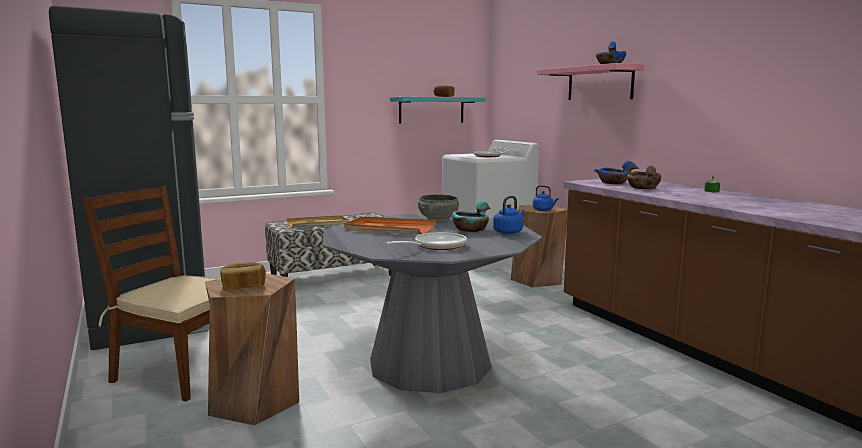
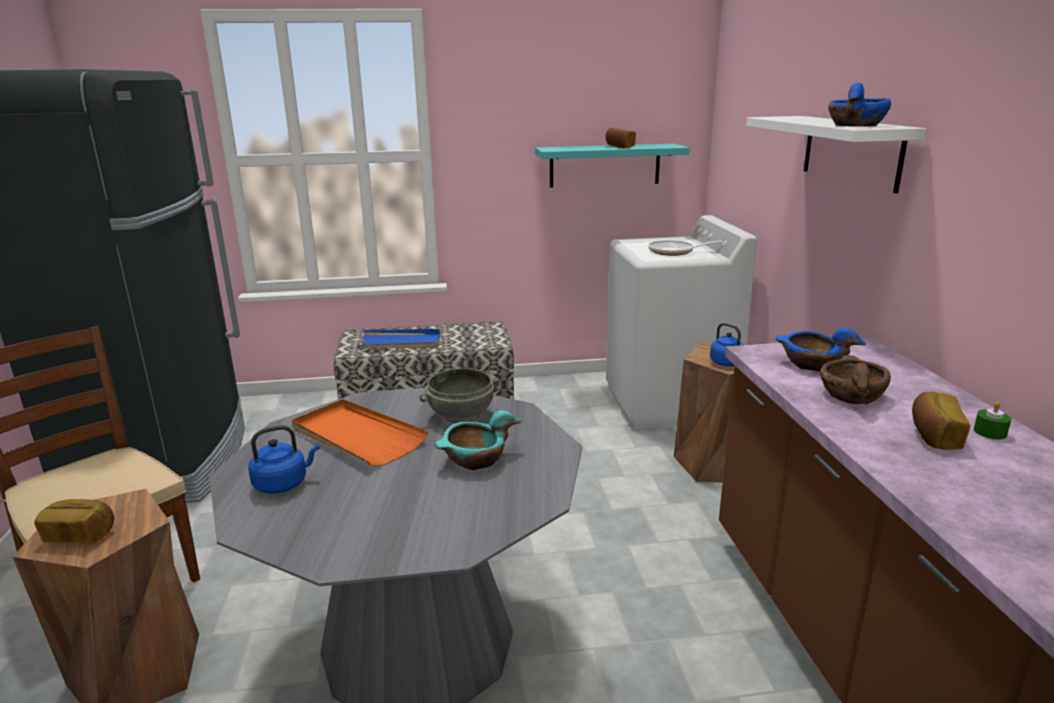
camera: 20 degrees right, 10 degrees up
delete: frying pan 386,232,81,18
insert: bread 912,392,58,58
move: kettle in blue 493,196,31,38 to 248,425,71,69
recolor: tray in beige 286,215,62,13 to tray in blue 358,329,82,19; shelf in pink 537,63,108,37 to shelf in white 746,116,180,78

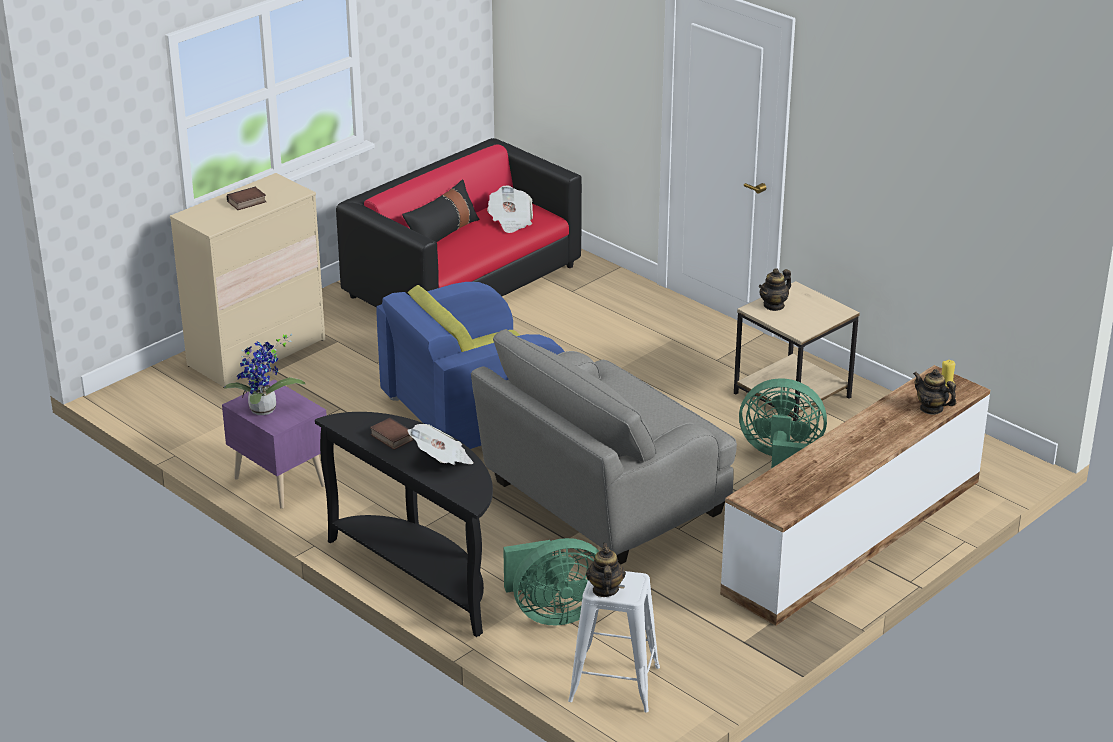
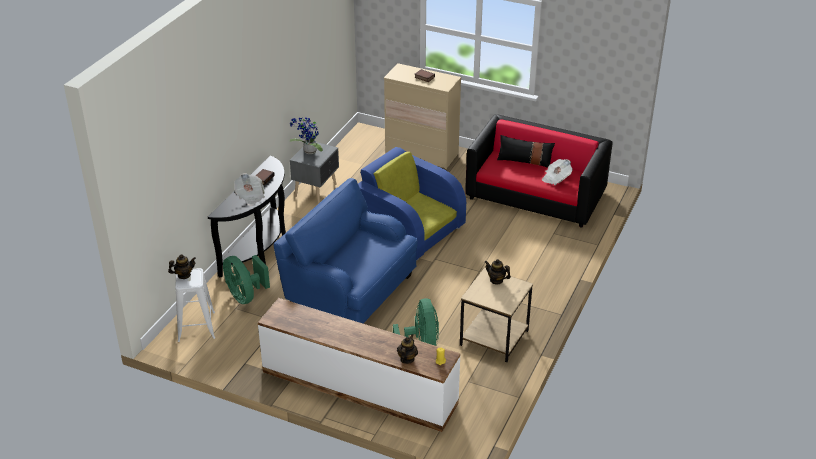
camera: 70 degrees right, 5 degrees up
recolor: nightstand in purple 222,379,105,130 to nightstand in grey 290,142,49,61; armchair in grey 471,329,266,235 to armchair in blue 273,178,145,145

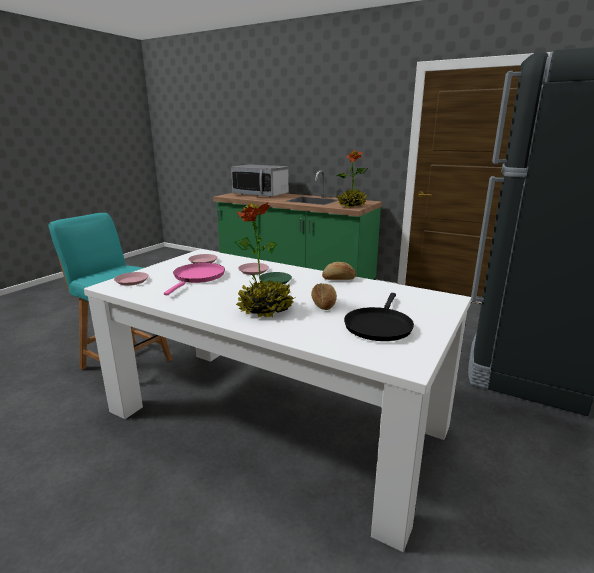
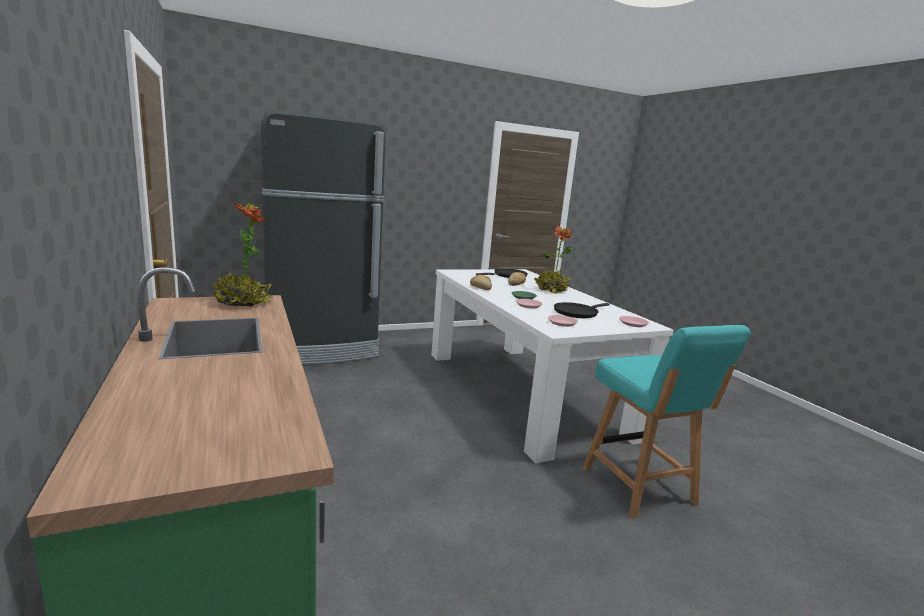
camera: 145 degrees left, 5 degrees down
delete: microwave 231,164,58,33
recolor: frying pan in pink 164,263,61,32 to frying pan in black 554,302,56,16

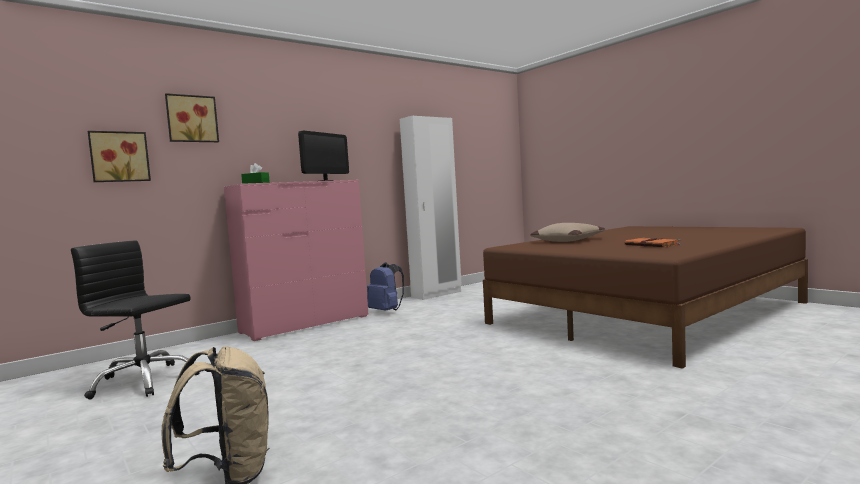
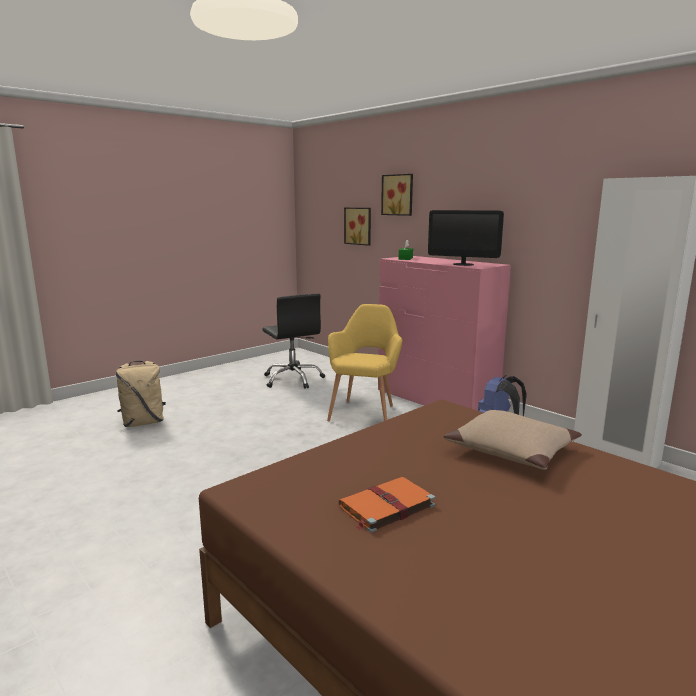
camera: 85 degrees right, 10 degrees up
insert: armchair in yellow 327,304,75,118
rotate: office chair in black 71,241,129,158 = 263,294,62,95 135 degrees clockwise

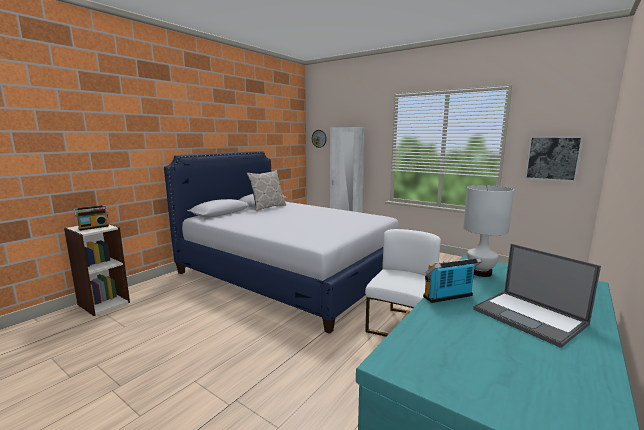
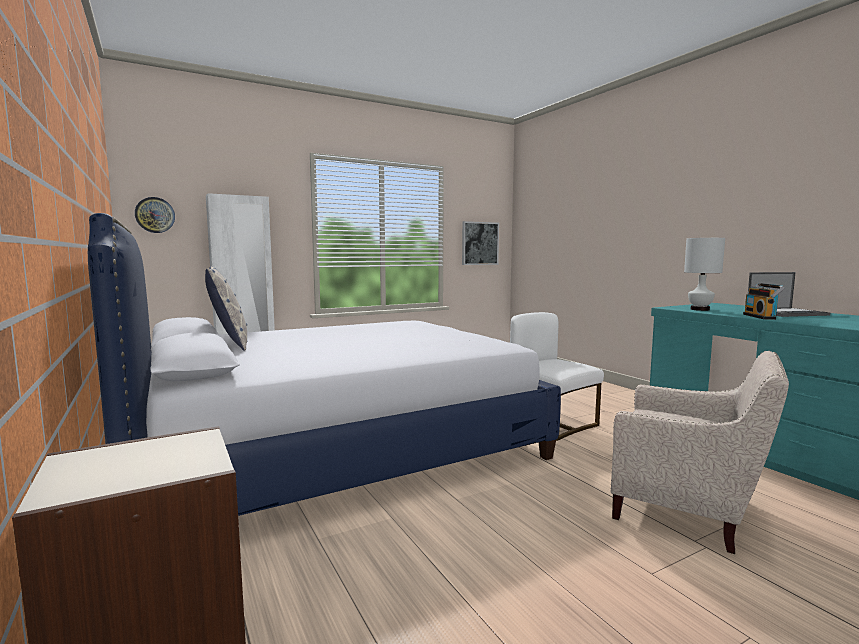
camera: 65 degrees left, 5 degrees down
delete: radio 74,205,35,26
insert: armchair in beige 610,351,179,203

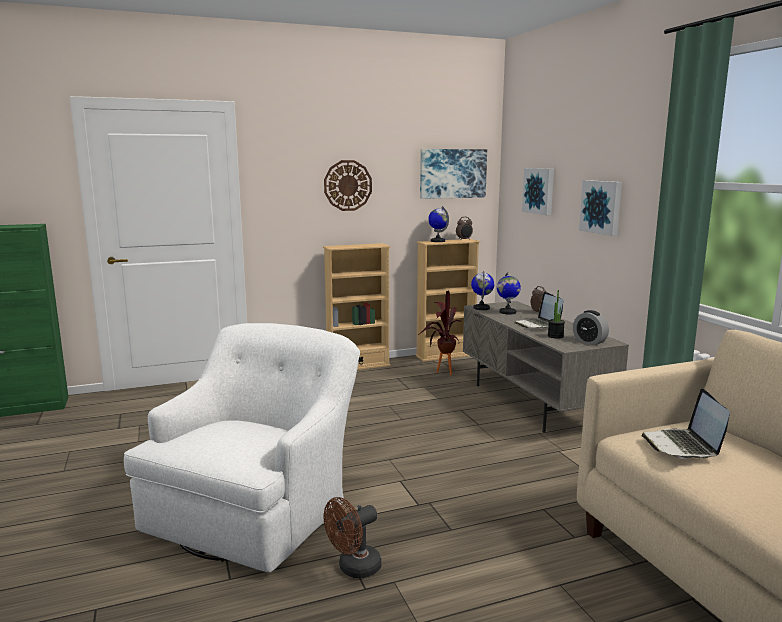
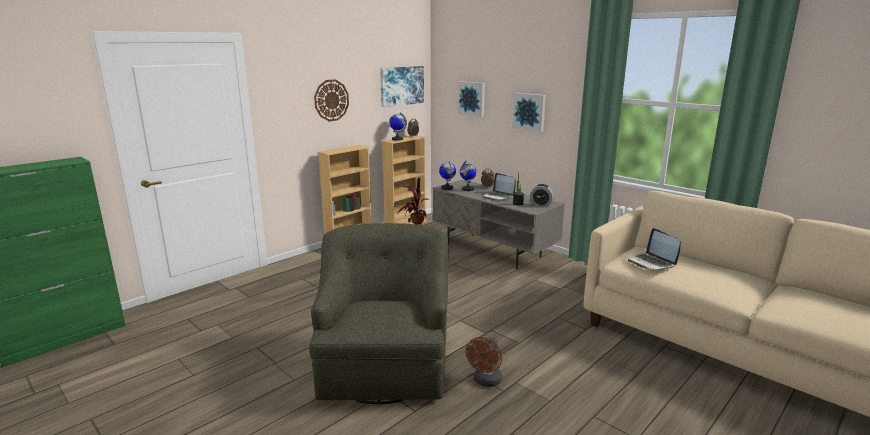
camera: 25 degrees left, 5 degrees up
recolor: armchair in white 124,323,236,249 to armchair in green 309,223,140,181

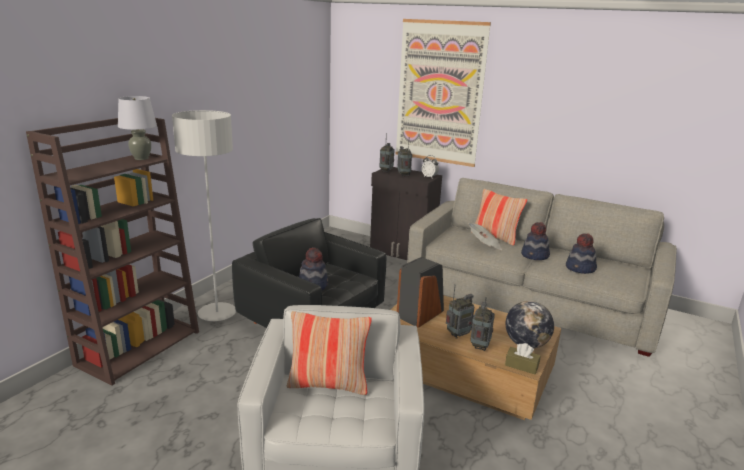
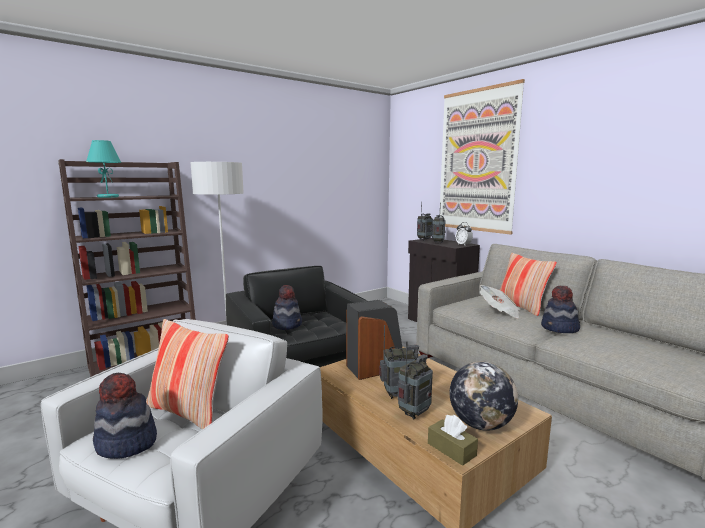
camera: 25 degrees right, 10 degrees down
delete: table lamp in grey 118,96,39,64
insert: table lamp in turquoise 86,140,35,58
move: hat 566,233,31,41 to 93,373,64,86

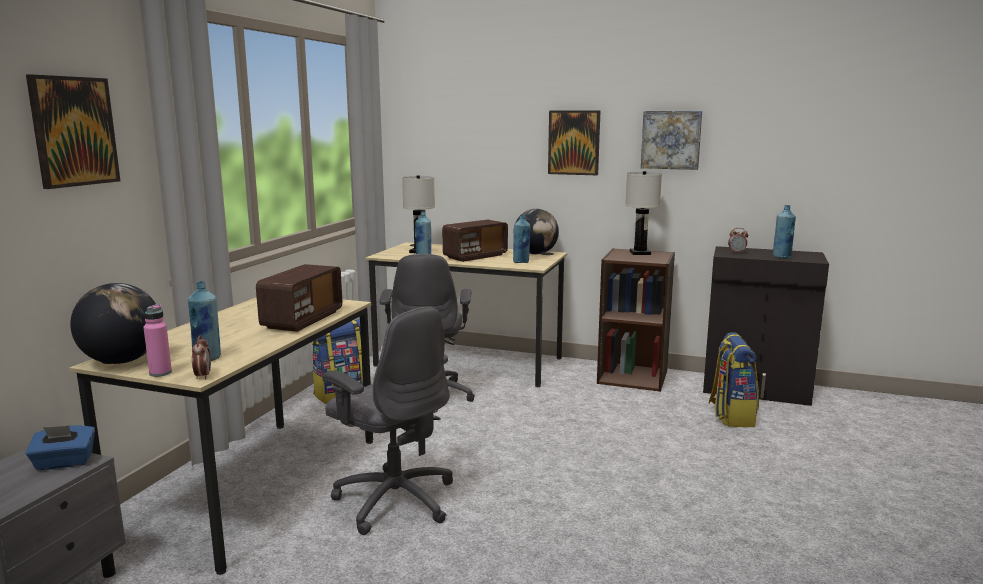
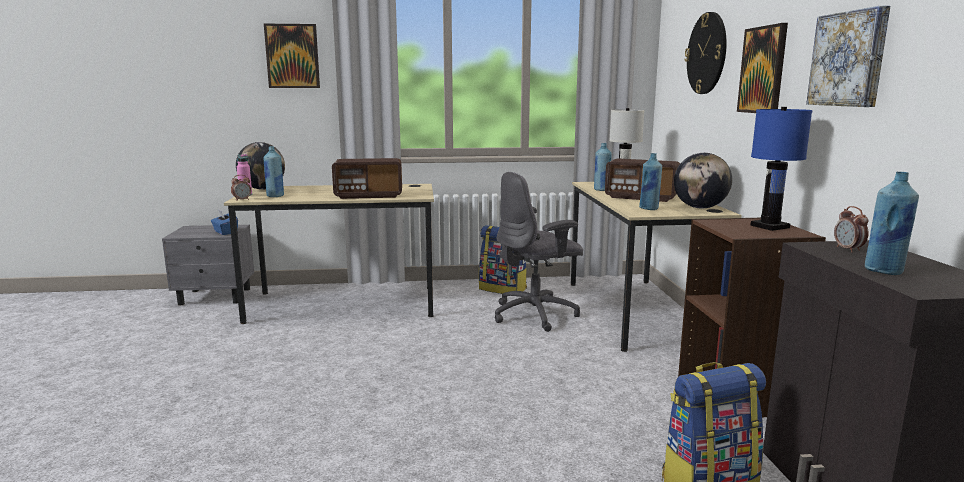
camera: 65 degrees right, 0 degrees up
delete: office chair in grey 322,306,131,229
insert: wall clock 685,12,42,82
recolor: table lamp in white 625,171,37,84 to table lamp in blue 750,107,62,124

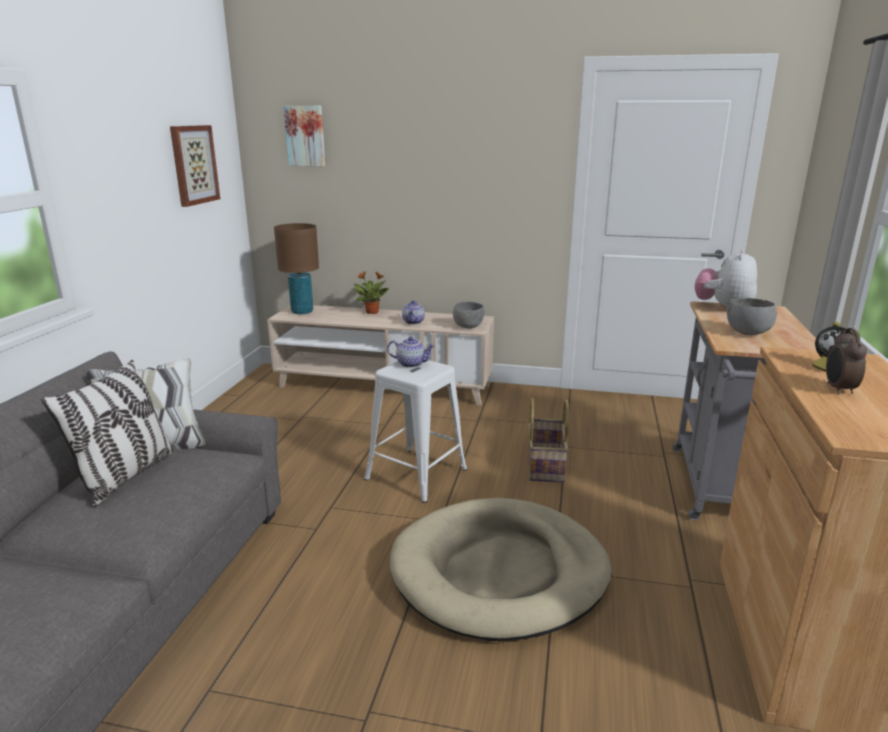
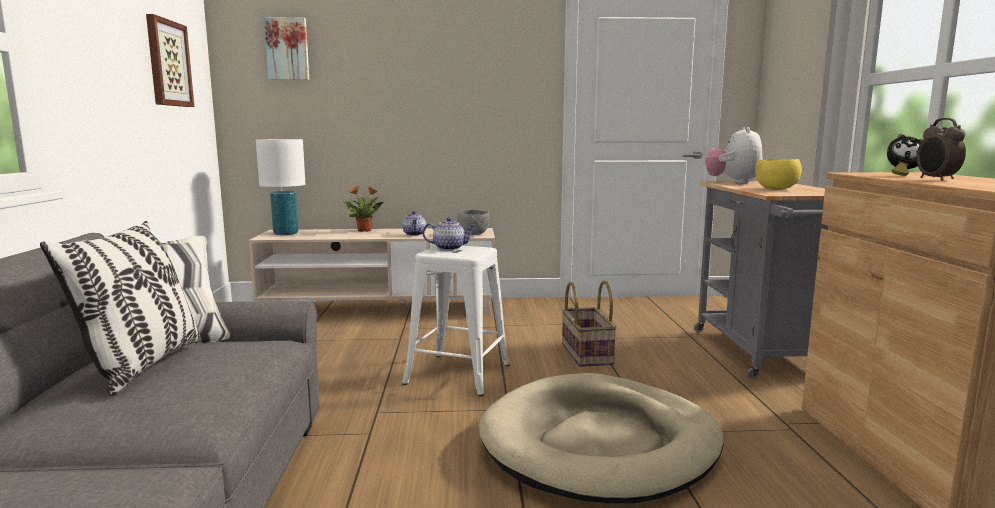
camera: 15 degrees left, 10 degrees down
recolor: table lamp in brown 274,223,45,91 to table lamp in white 256,139,49,96; bowl in grey 727,298,50,37 to bowl in yellow 755,159,47,31

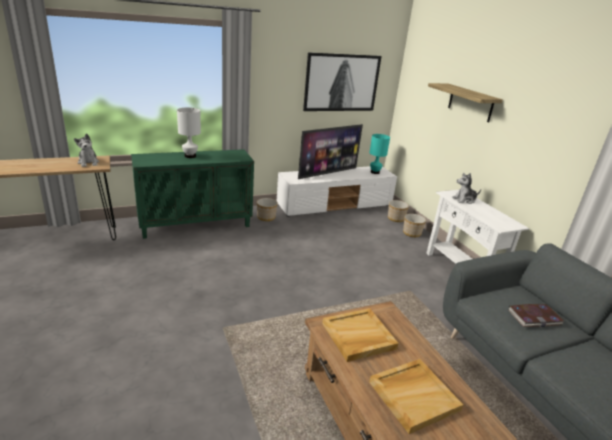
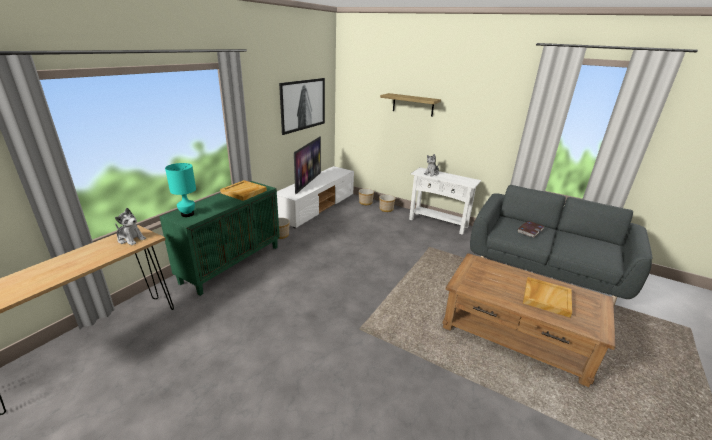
camera: 35 degrees left, 0 degrees up
delete: table lamp in white 177,108,24,50
move: tray in beige 322,308,77,54 to 220,180,47,21; table lamp in turquoise 369,134,21,40 to 165,163,31,54

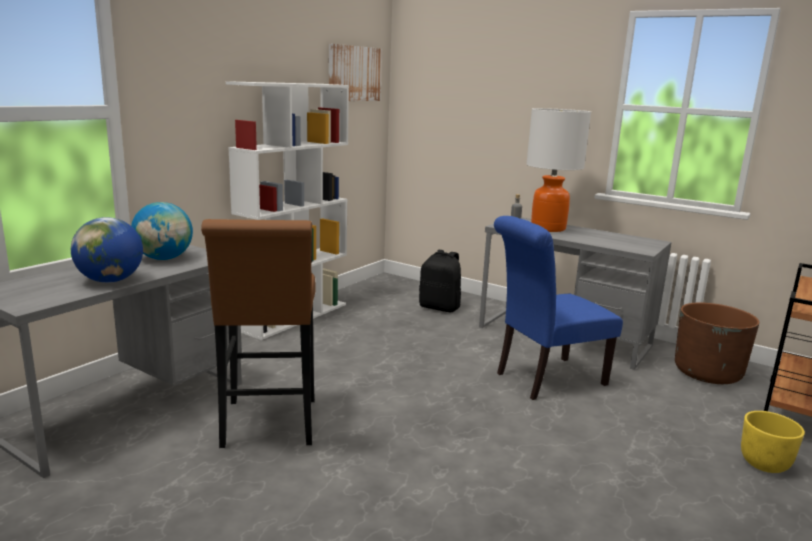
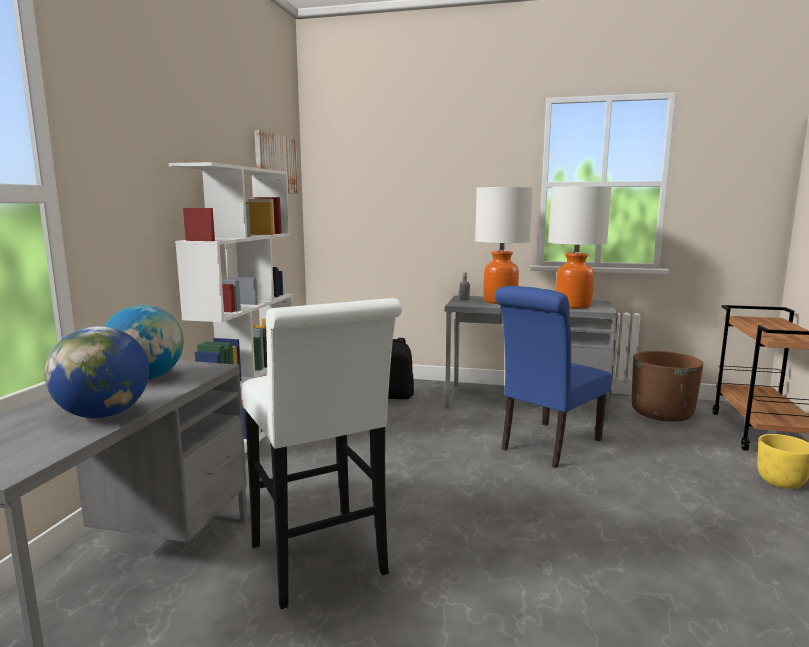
camera: 20 degrees left, 5 degrees down
insert: table lamp 548,186,64,122
recolor: stool in brown 201,219,115,229 to stool in white 242,298,160,311

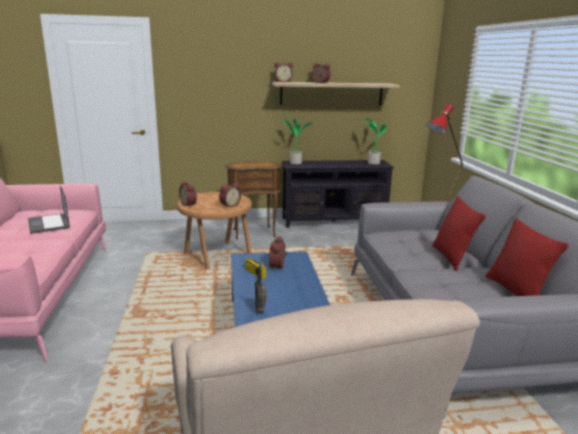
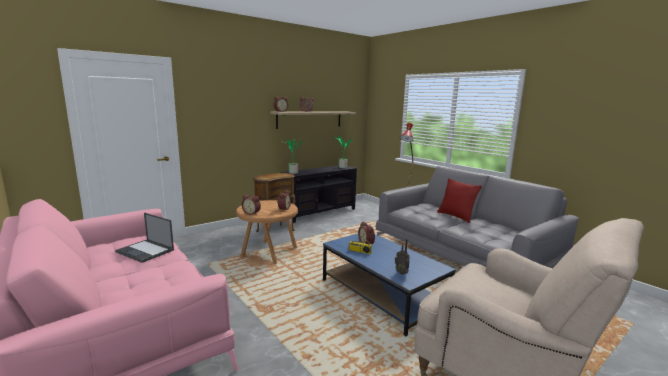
camera: 30 degrees left, 5 degrees down
delete: pillow in red 485,218,84,78

